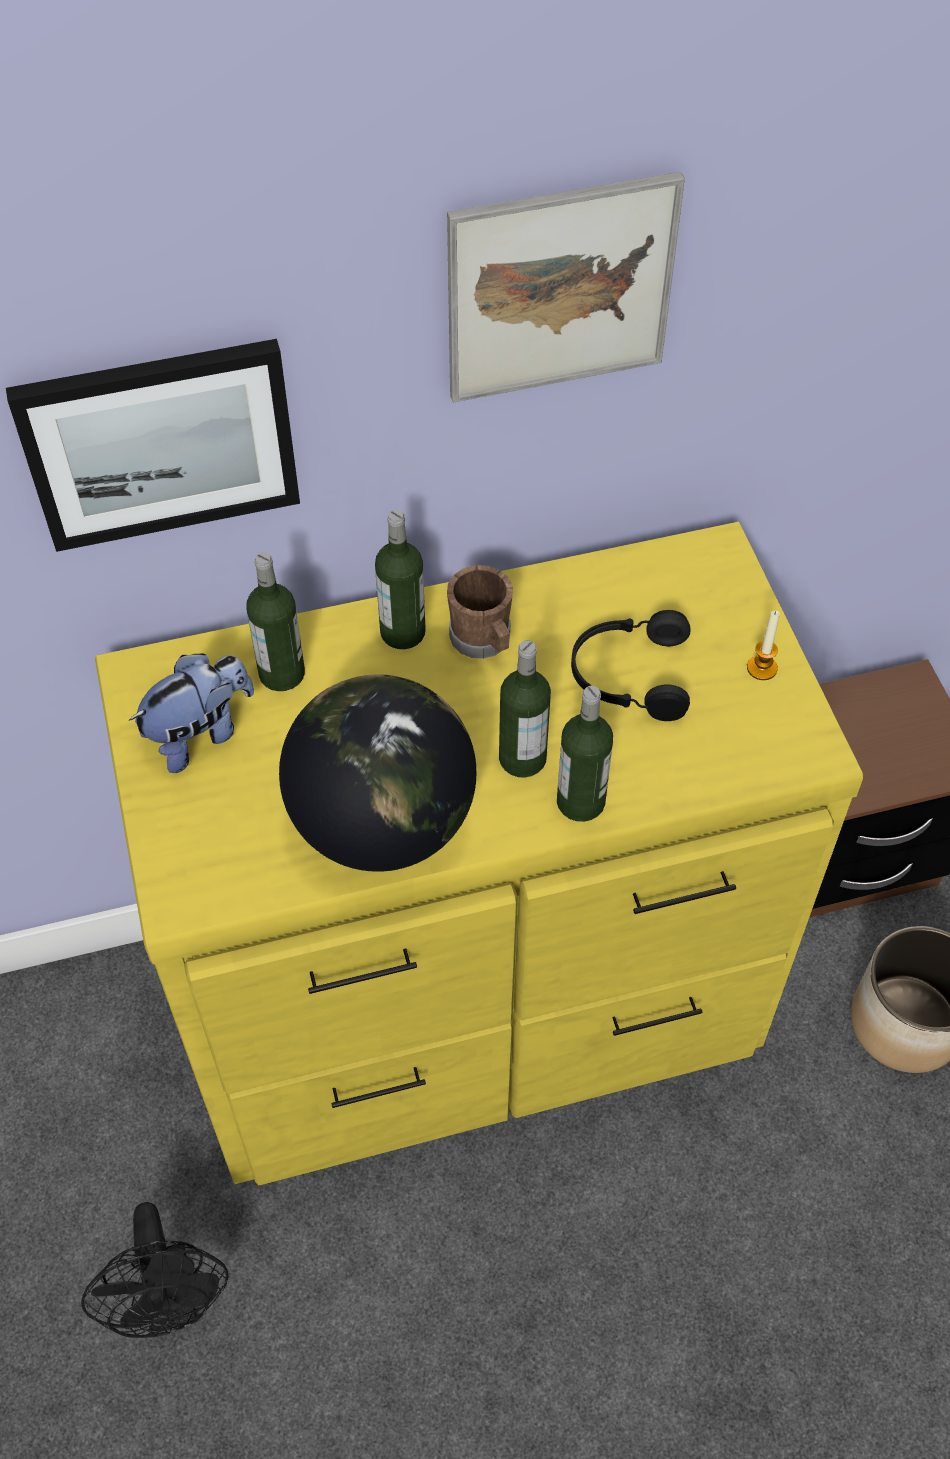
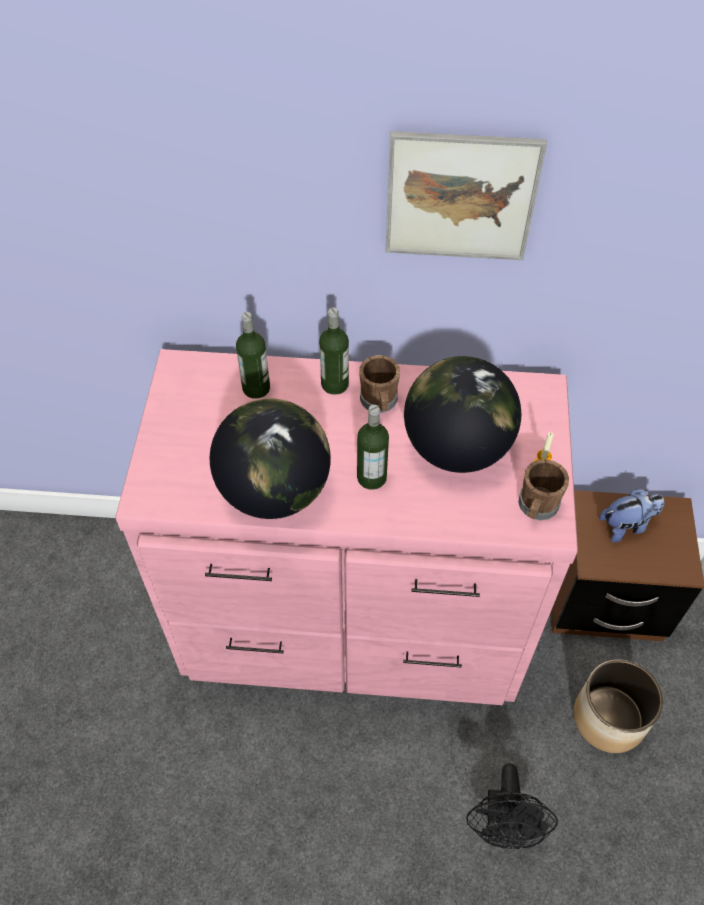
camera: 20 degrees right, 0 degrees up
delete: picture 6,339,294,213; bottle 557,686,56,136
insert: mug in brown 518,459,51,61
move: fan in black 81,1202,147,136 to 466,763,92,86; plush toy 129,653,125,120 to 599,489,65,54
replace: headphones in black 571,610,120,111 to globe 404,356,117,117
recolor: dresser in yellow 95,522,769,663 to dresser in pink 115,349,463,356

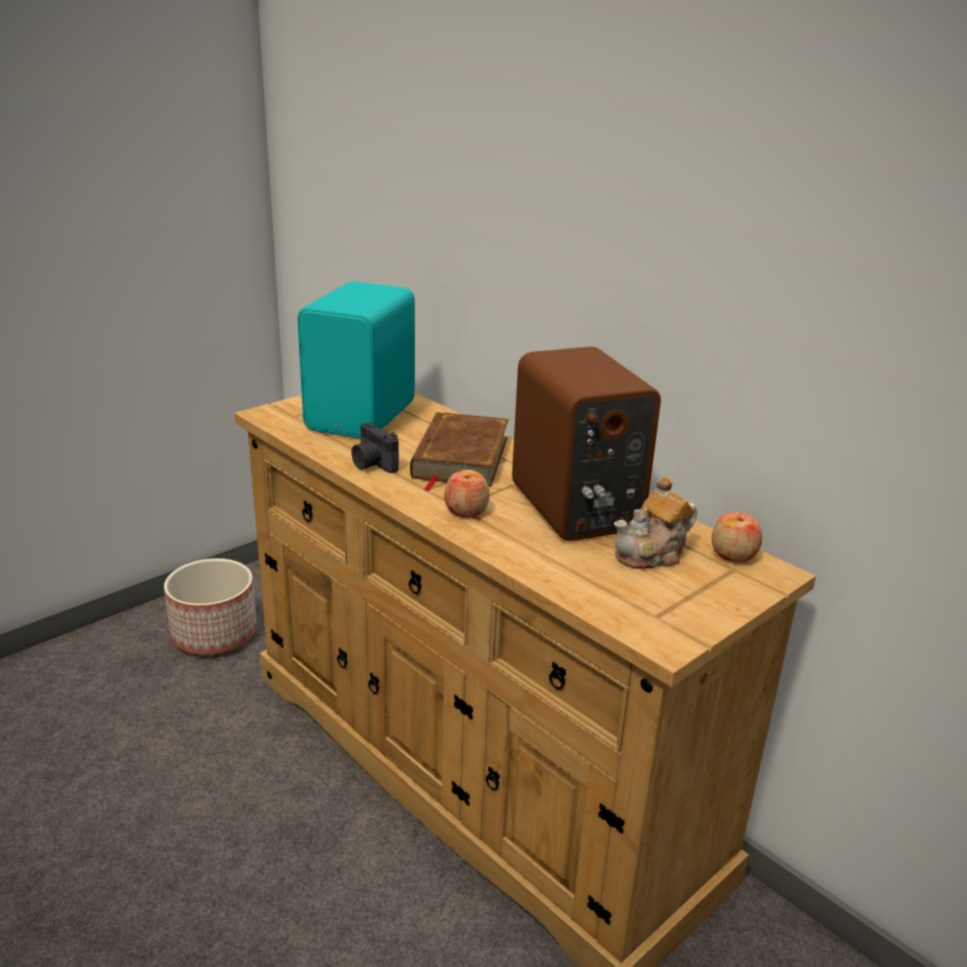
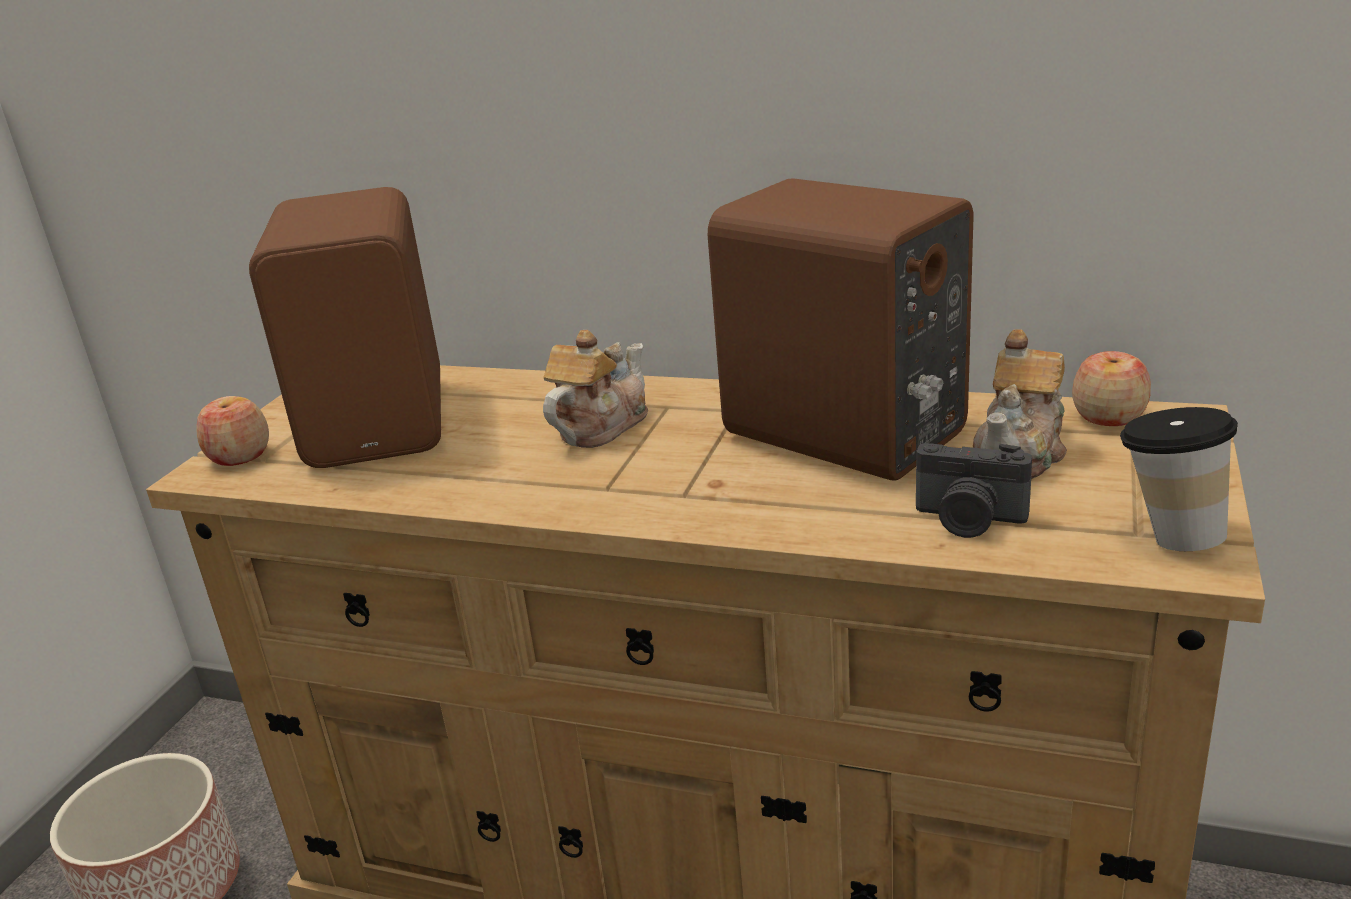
camera: 25 degrees left, 0 degrees up
insert: cup 1120,407,118,144
move: photo camera 352,422,47,51 to 916,443,116,95; apple 444,470,46,47 to 196,396,73,70
replace: book in brown 410,412,99,79 to teapot 543,330,105,118
recolor: speaker in turquoise 297,281,118,158 to speaker in brown 249,187,192,281

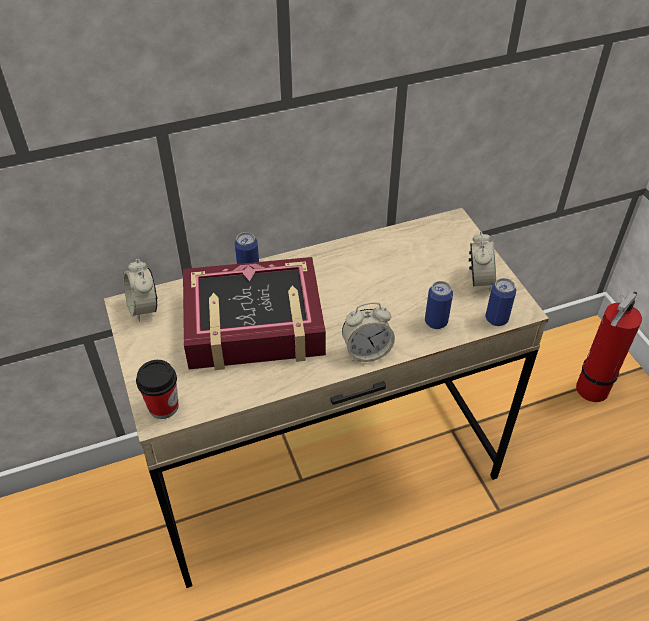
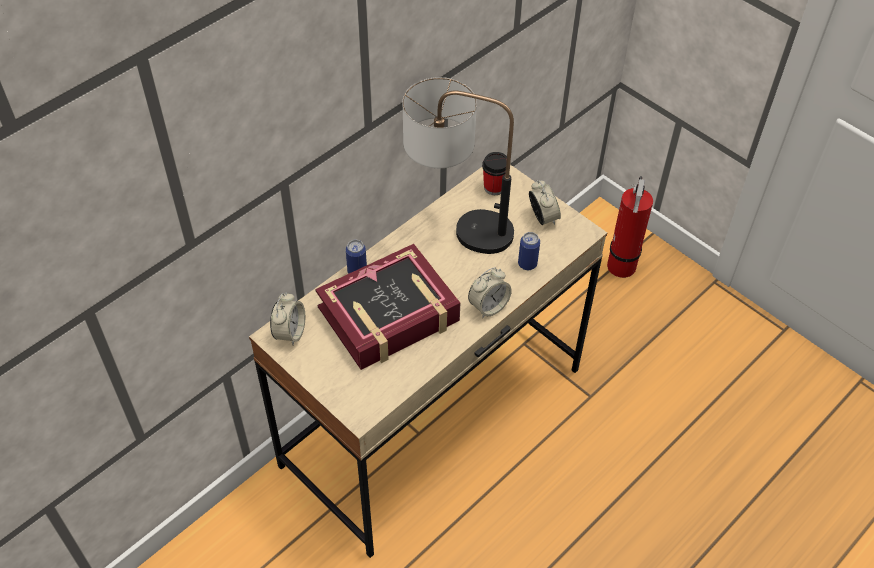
camera: 25 degrees left, 5 degrees up
delete: can 486,278,30,48
insert: table lamp 403,77,111,177
move: cup 136,360,43,59 to 482,152,25,43
rotate: alarm clock 123,259,34,62 = 270,292,35,53 120 degrees counterclockwise

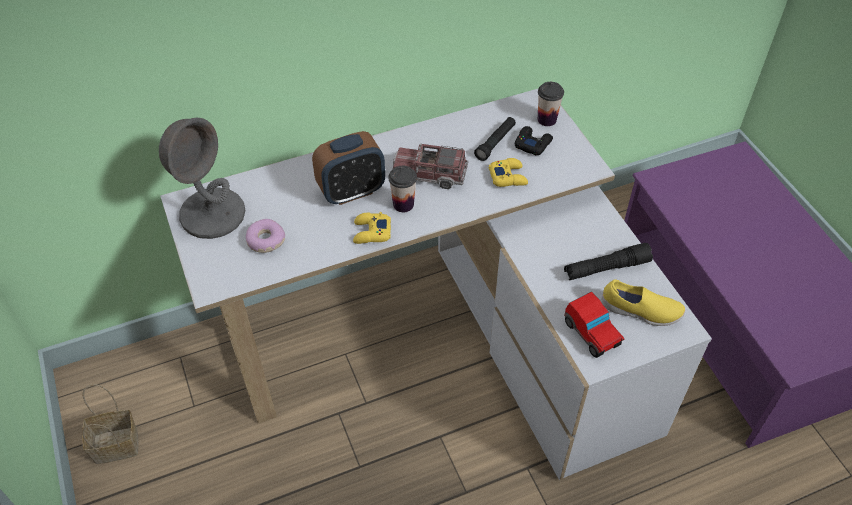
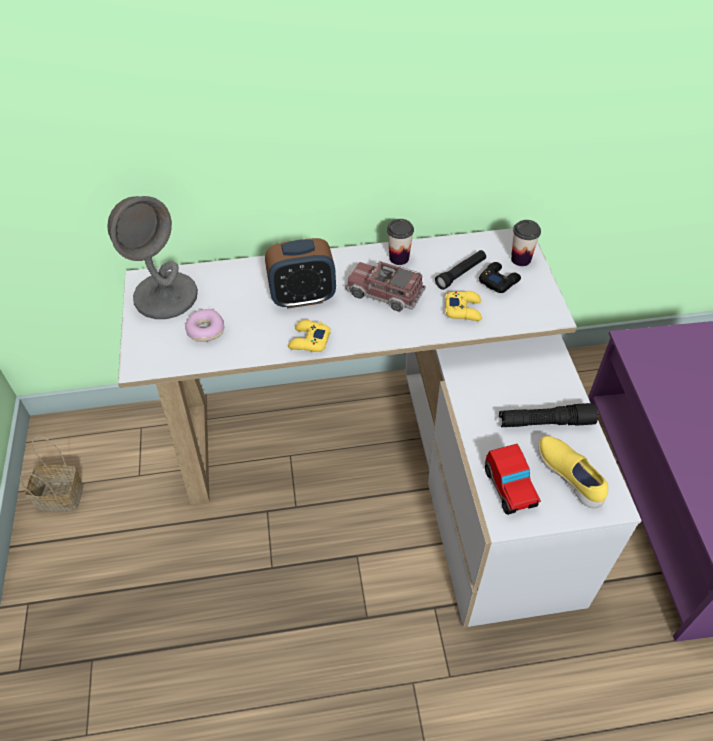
camera: 15 degrees right, 0 degrees up
move: cup 388,166,29,46 to 387,219,27,46
rotate: shoe in yellow 601,279,85,47 = 538,436,70,73 150 degrees counterclockwise

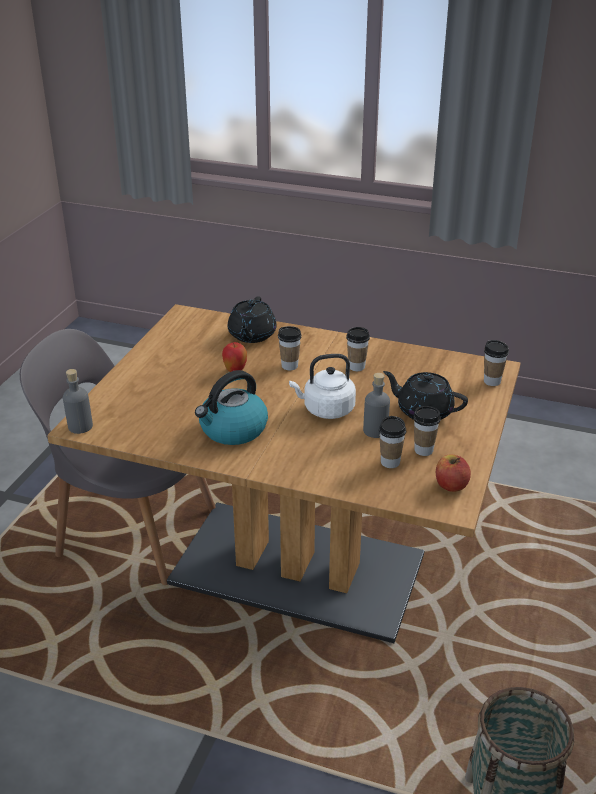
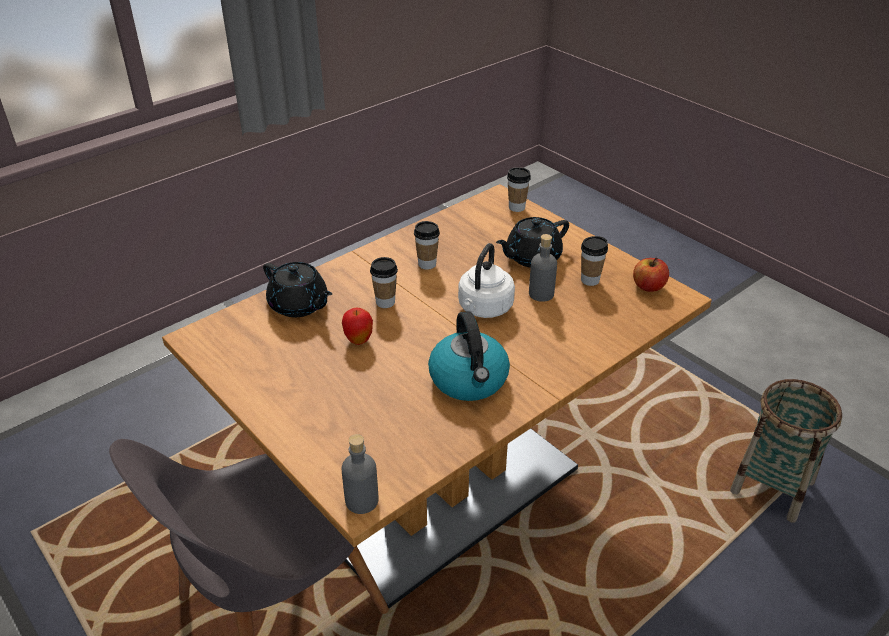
camera: 60 degrees left, 5 degrees up
delete: cup 379,416,27,52

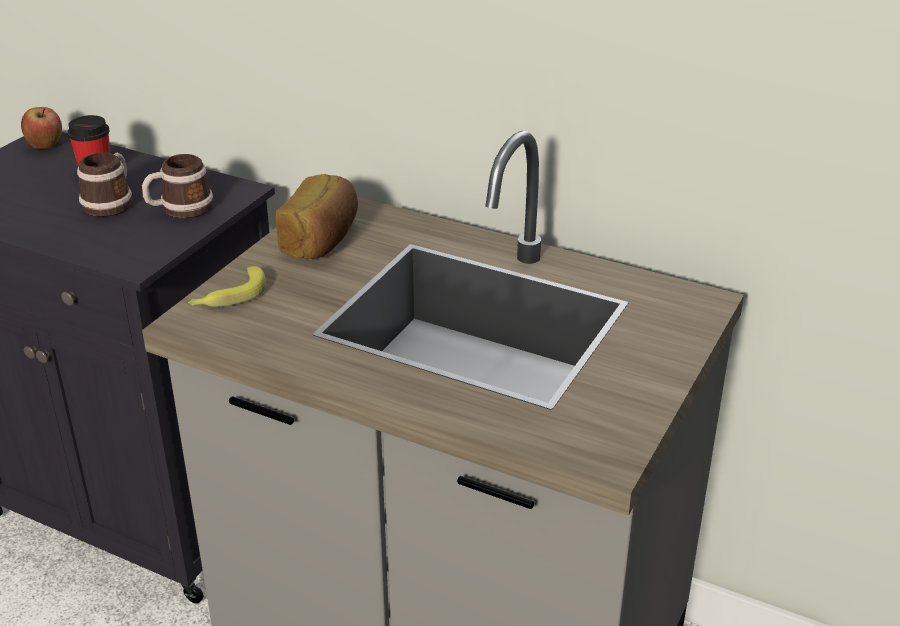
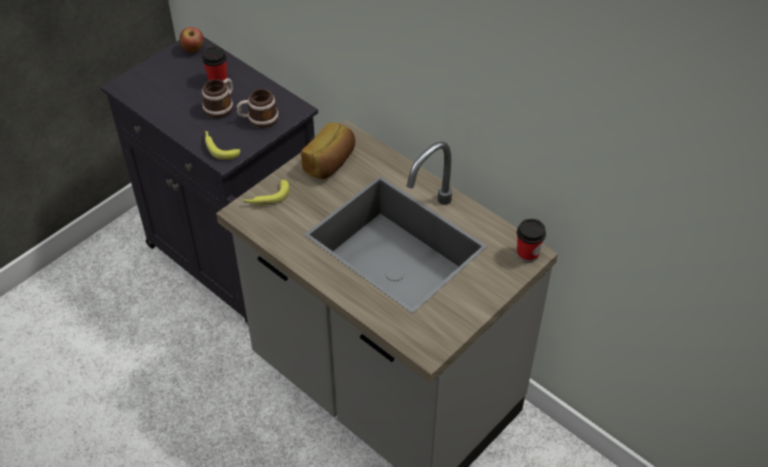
camera: 15 degrees right, 15 degrees up
insert: banana 205,131,35,29; cup 517,218,29,45

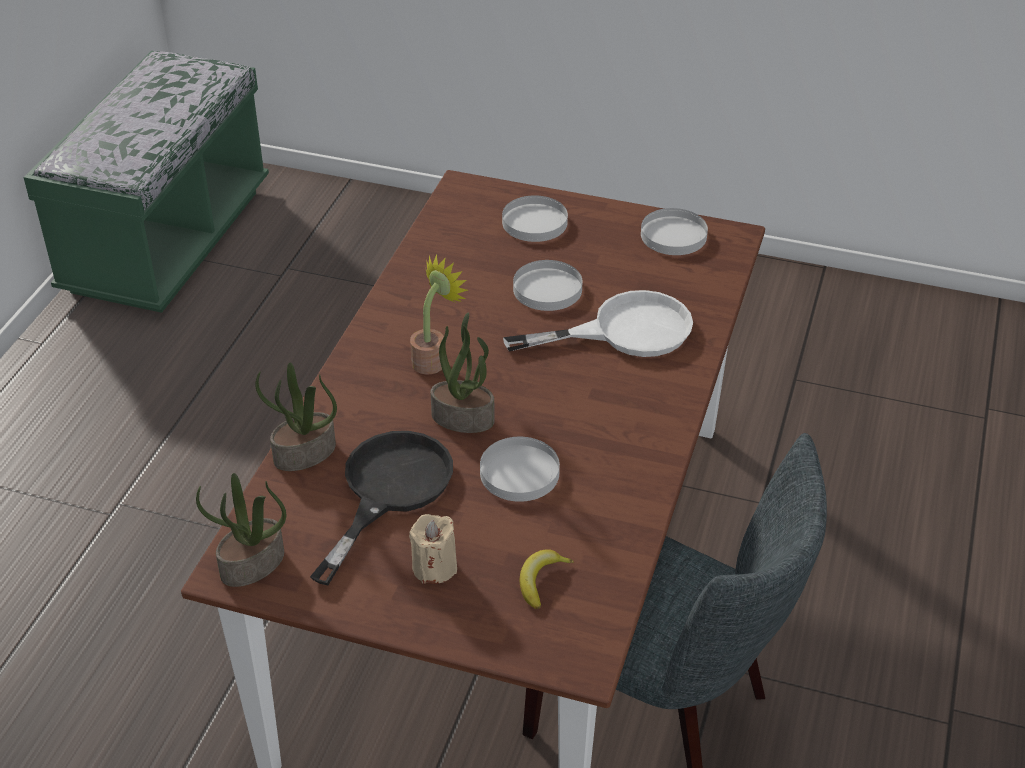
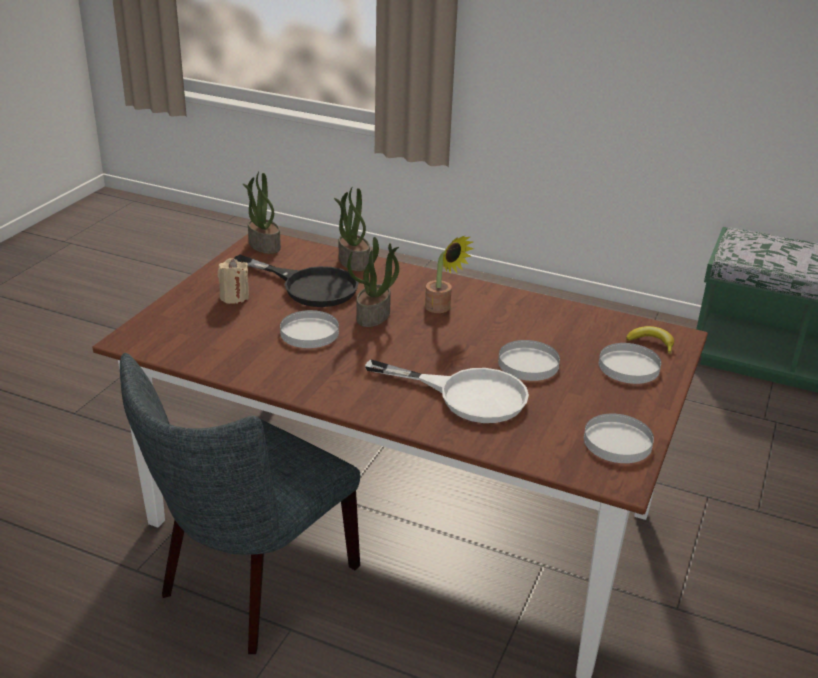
camera: 95 degrees right, 10 degrees down
move: banana 520,549,54,60 to 626,326,48,28
rotate: frying pan in white 503,290,190,67 = 365,359,164,64 60 degrees counterclockwise

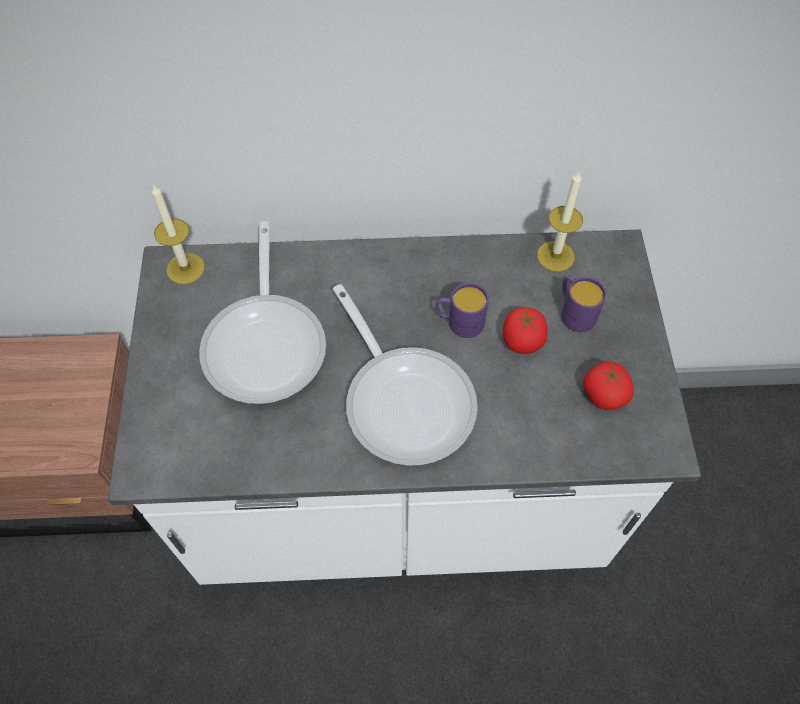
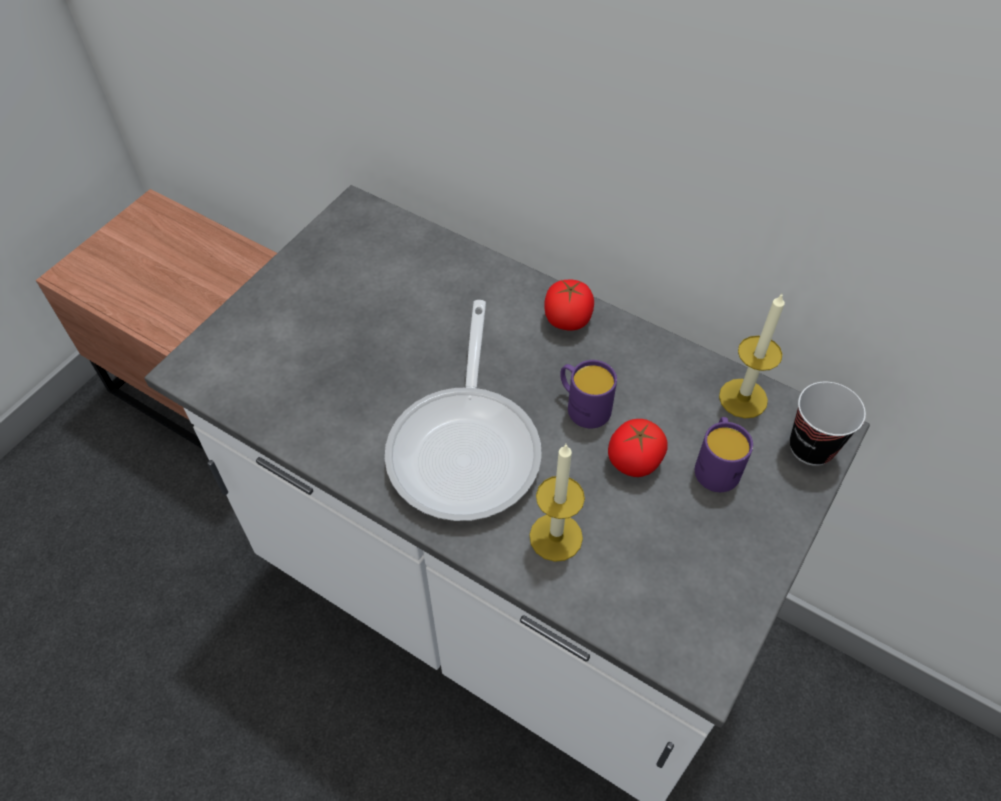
camera: 35 degrees right, 5 degrees down
delete: frying pan 199,221,127,183
insert: cup 790,382,76,84
move: candle 152,184,53,100 to 529,444,56,118; tomato 583,362,50,48 to 544,280,50,51

